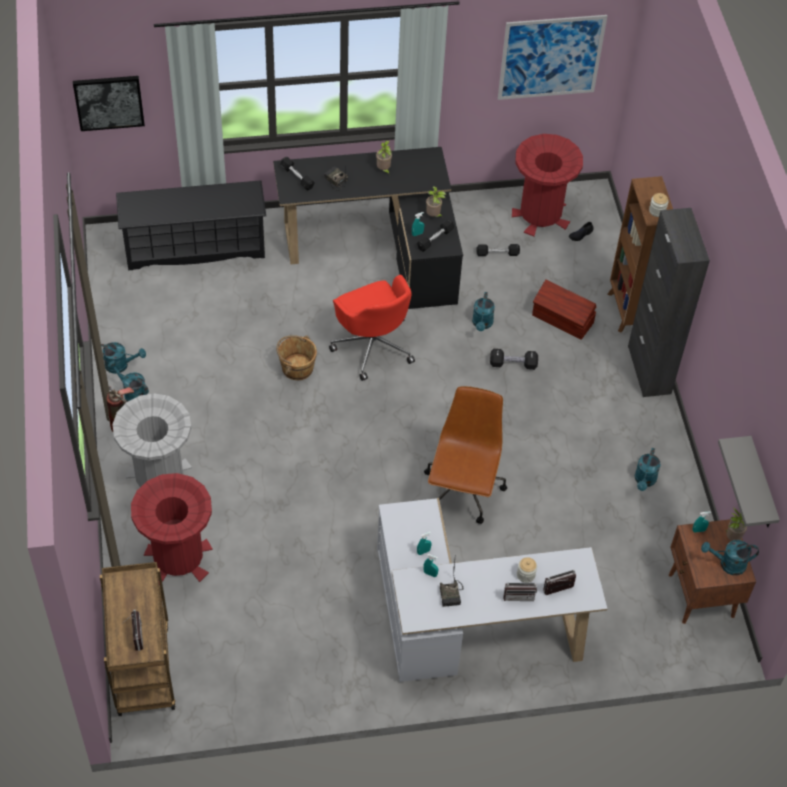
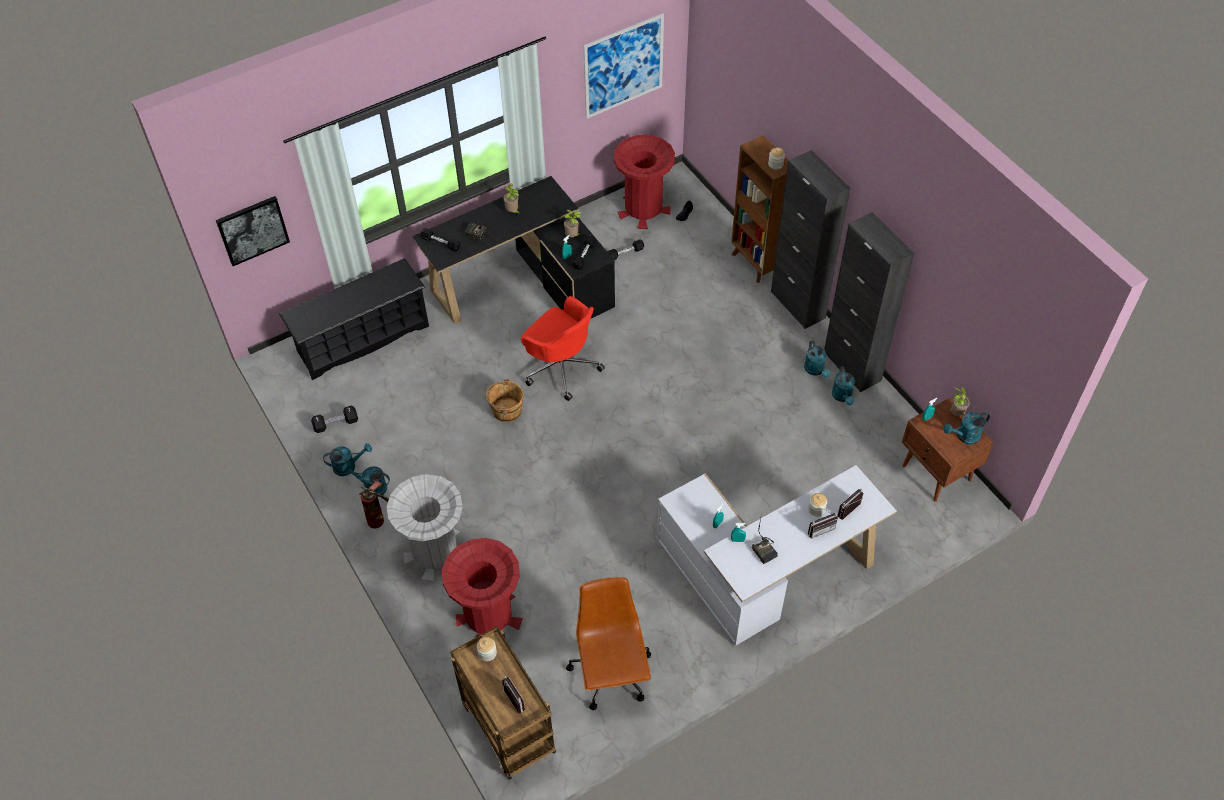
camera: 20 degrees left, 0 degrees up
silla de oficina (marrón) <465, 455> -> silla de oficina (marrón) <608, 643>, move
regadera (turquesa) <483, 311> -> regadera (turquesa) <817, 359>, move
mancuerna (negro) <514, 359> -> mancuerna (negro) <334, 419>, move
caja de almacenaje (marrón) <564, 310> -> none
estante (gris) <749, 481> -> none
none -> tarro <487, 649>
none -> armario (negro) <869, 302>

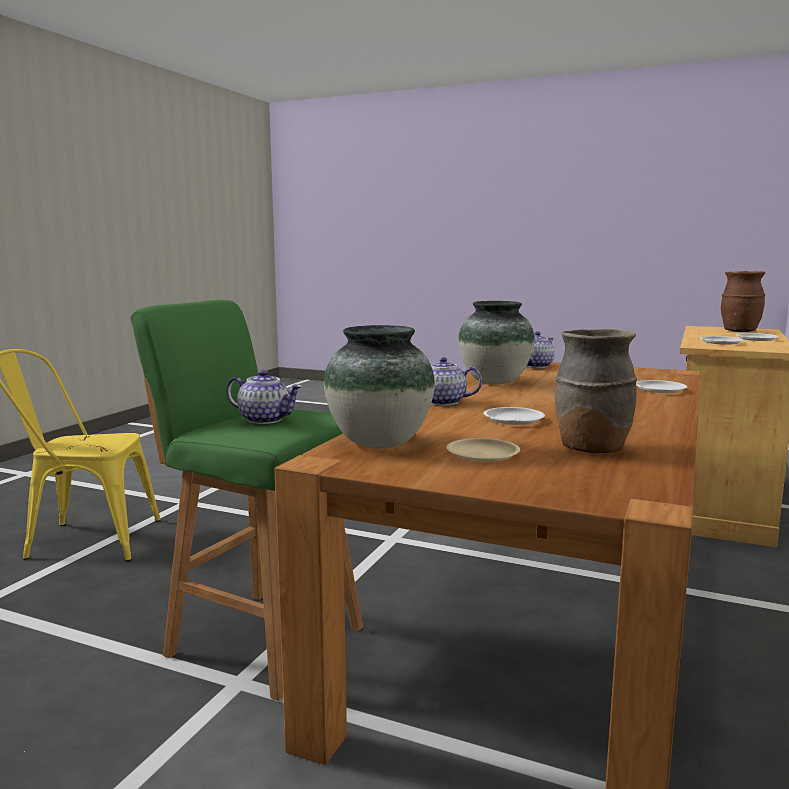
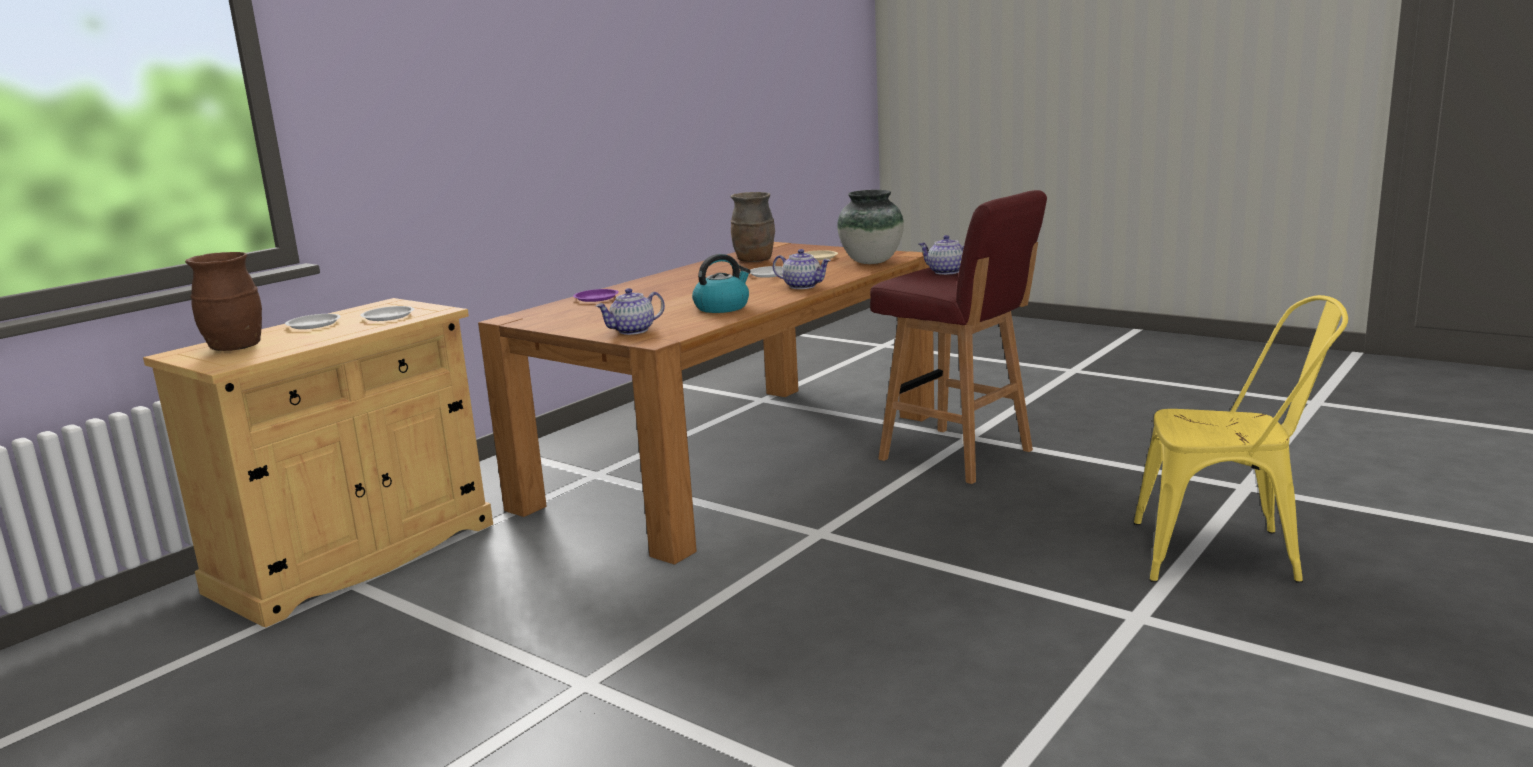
camera: 165 degrees left, 5 degrees up
taburete (verde) <247, 500> -> taburete (rojo) <958, 337>
florero <496, 342> -> hervidor <721, 283>
plato (blanco) <662, 386> -> plato (morado) <596, 295>

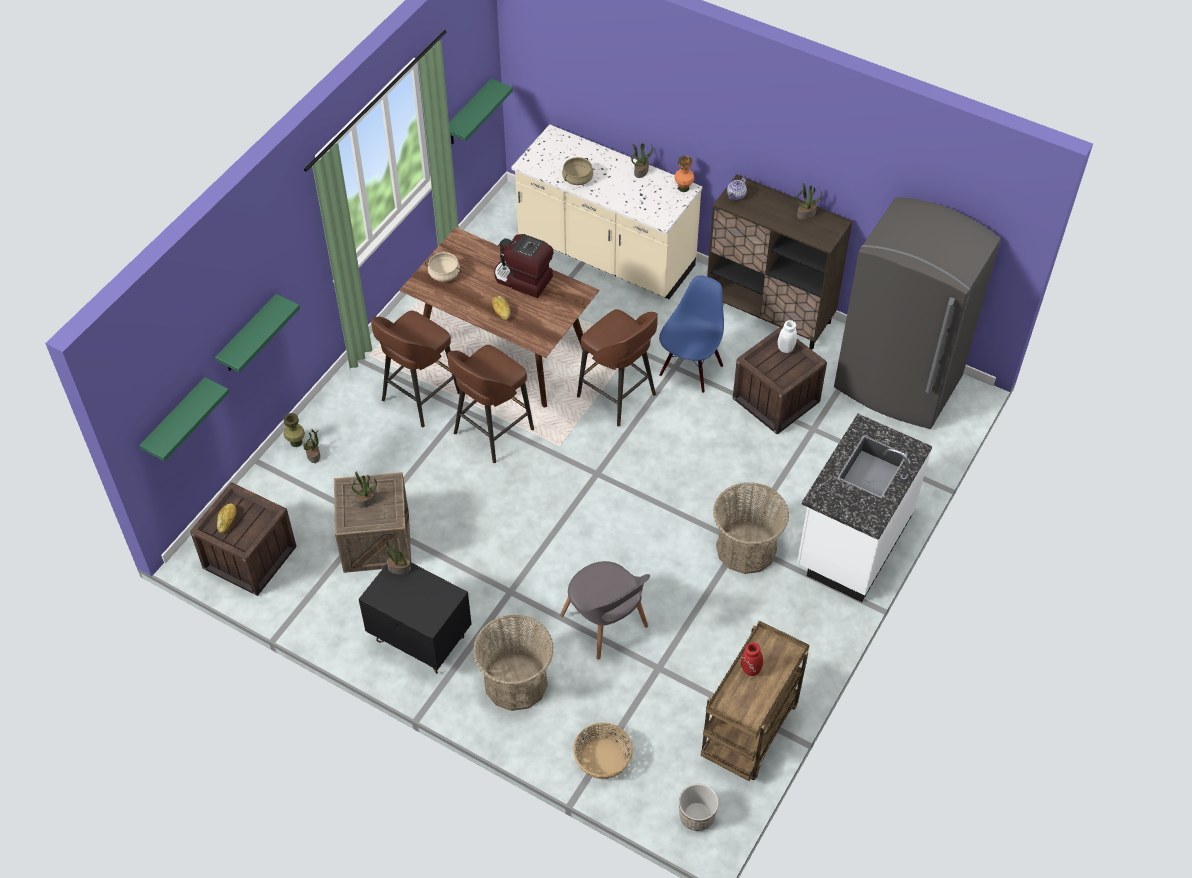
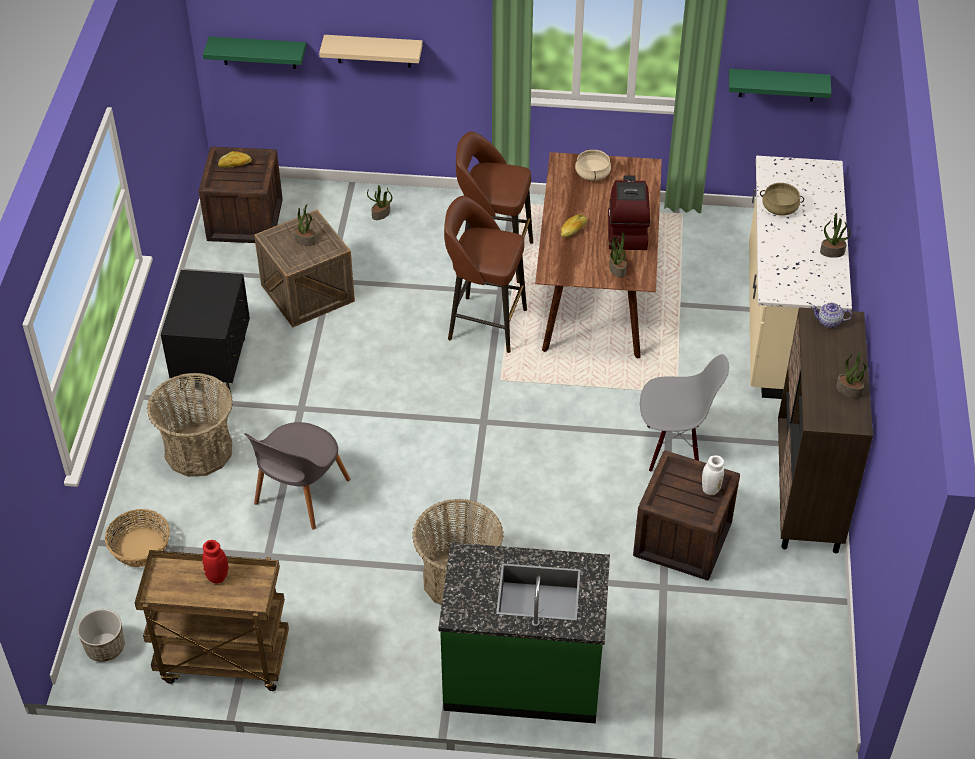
camera: 65 degrees right, 5 degrees down
estante (verde) <257, 333> -> estante (beis) <371, 51>
florero (verde) <294, 430> -> none
planta en maceta <398, 558> -> planta en maceta <618, 255>, move
taburete (marrón) <617, 368> -> none
silla (azul) <691, 334> -> silla (gris) <684, 413>
florero (naranja) <684, 174> -> none
mueble bajo de cocina (blanco) <864, 508> -> mueble bajo de cocina (verde) <524, 633>
nevera (gris) <917, 313> -> none

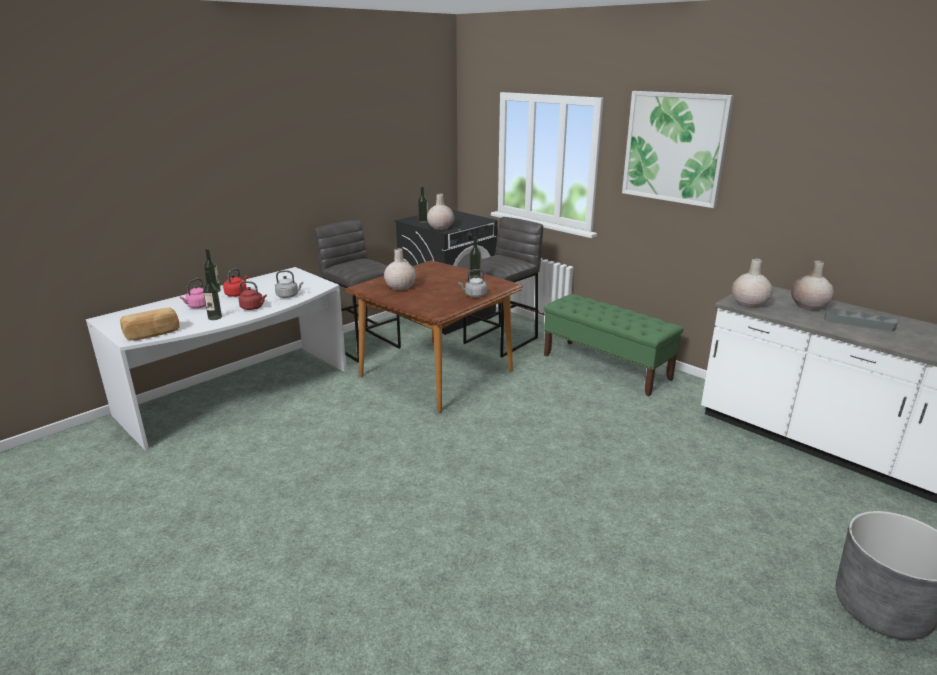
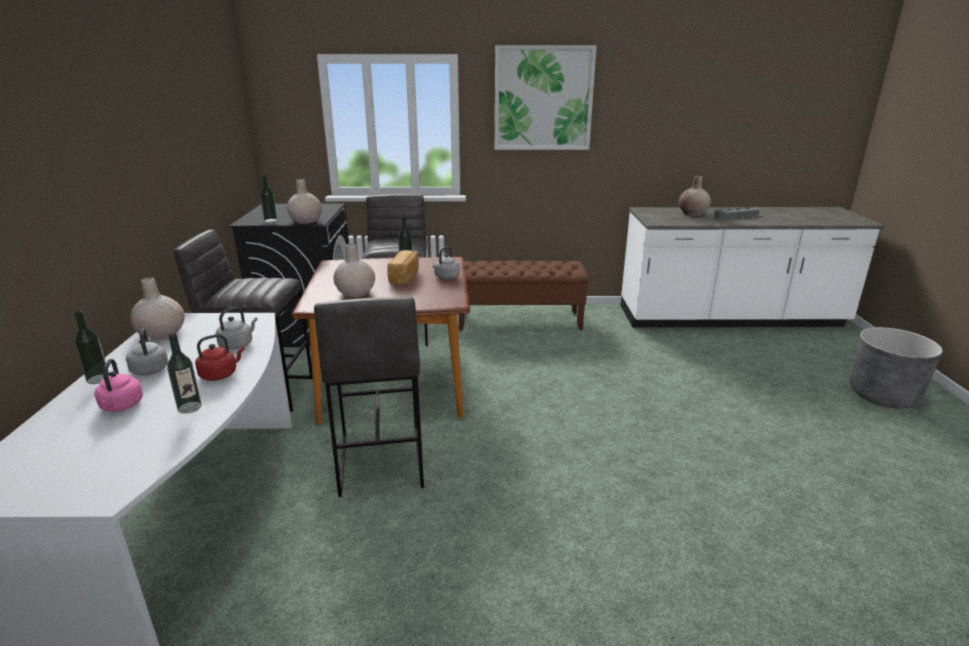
camera: 45 degrees left, 0 degrees up
pan <150, 324> -> pan <403, 267>, move
hervidor (rojo) <235, 282> -> hervidor (gris) <147, 352>
banco (verde) <614, 345> -> banco (marrón) <524, 295>
florero (beis) <752, 283> -> florero (beis) <157, 308>, move
none -> taburete (gris) <369, 397>

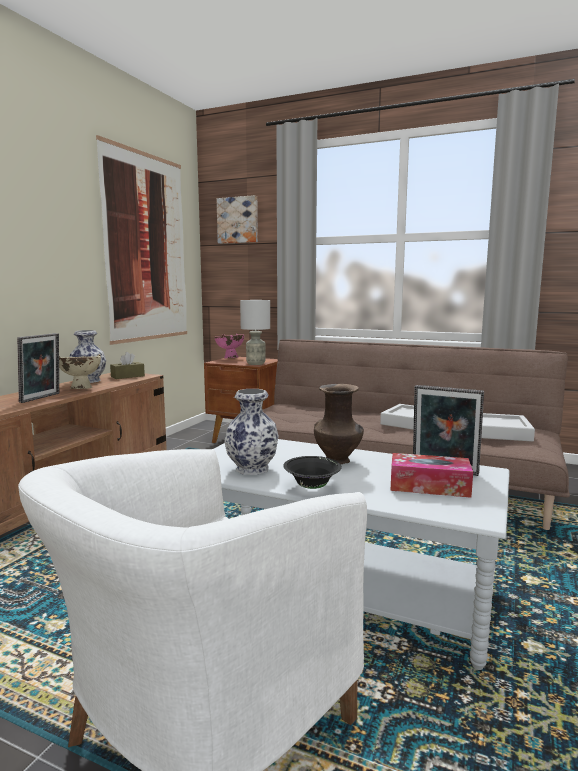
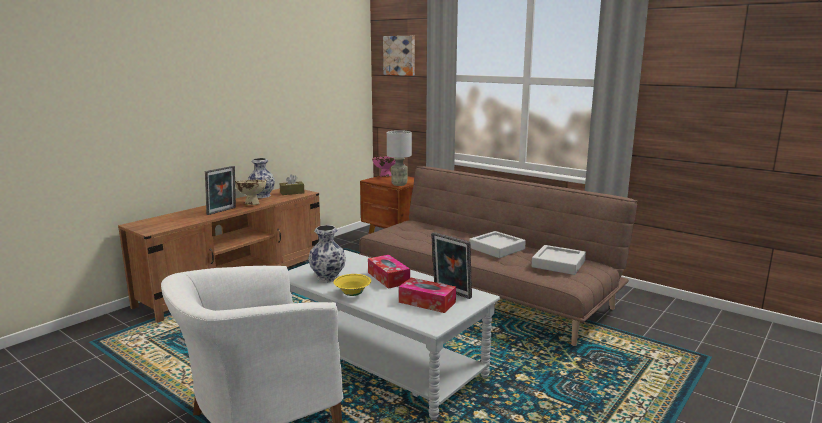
camera: 15 degrees right, 5 degrees up
cuadro <141, 240> -> none
cuenco (negro) <312, 472> -> cuenco (amarillo) <352, 285>
florero (marrón) <339, 424> -> caja de pañuelos <389, 272>

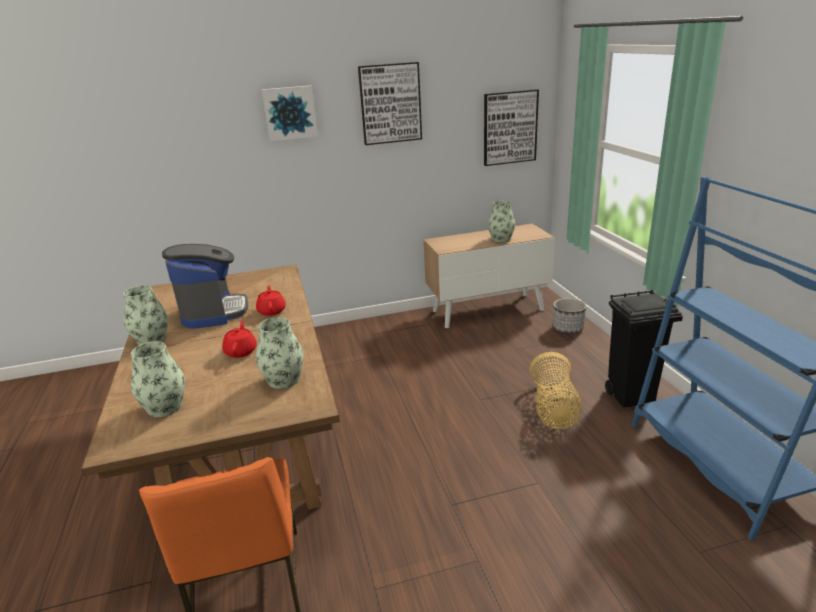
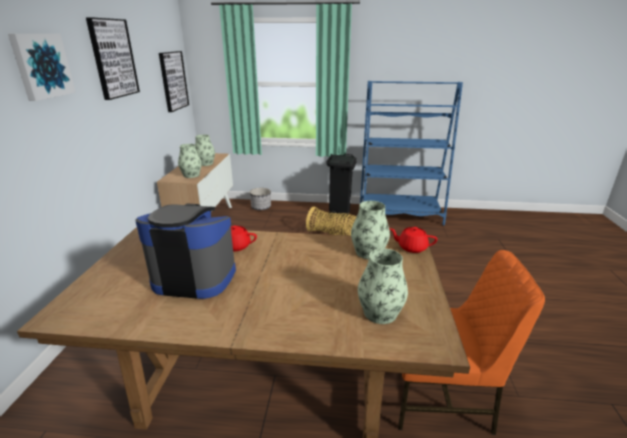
camera: 70 degrees left, 0 degrees up
florero <145, 315> -> florero <190, 161>, move
tetera (rojo) <239, 339> -> tetera (rojo) <413, 240>, move

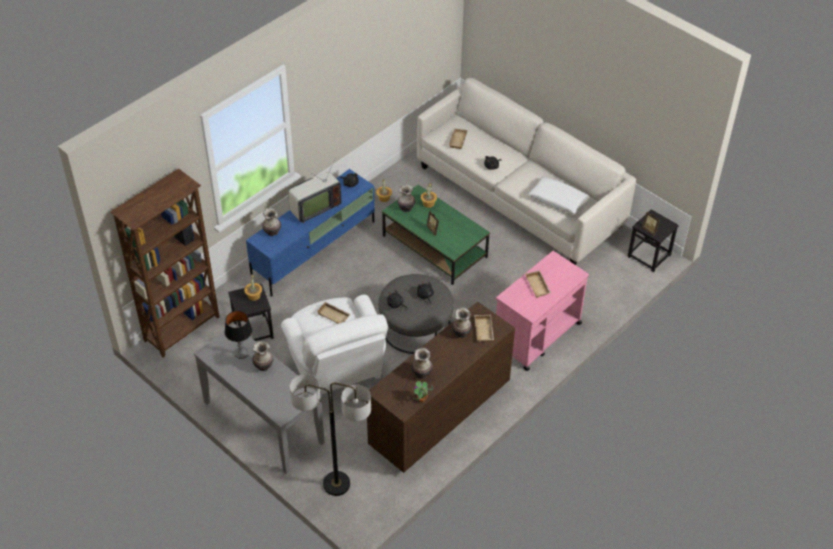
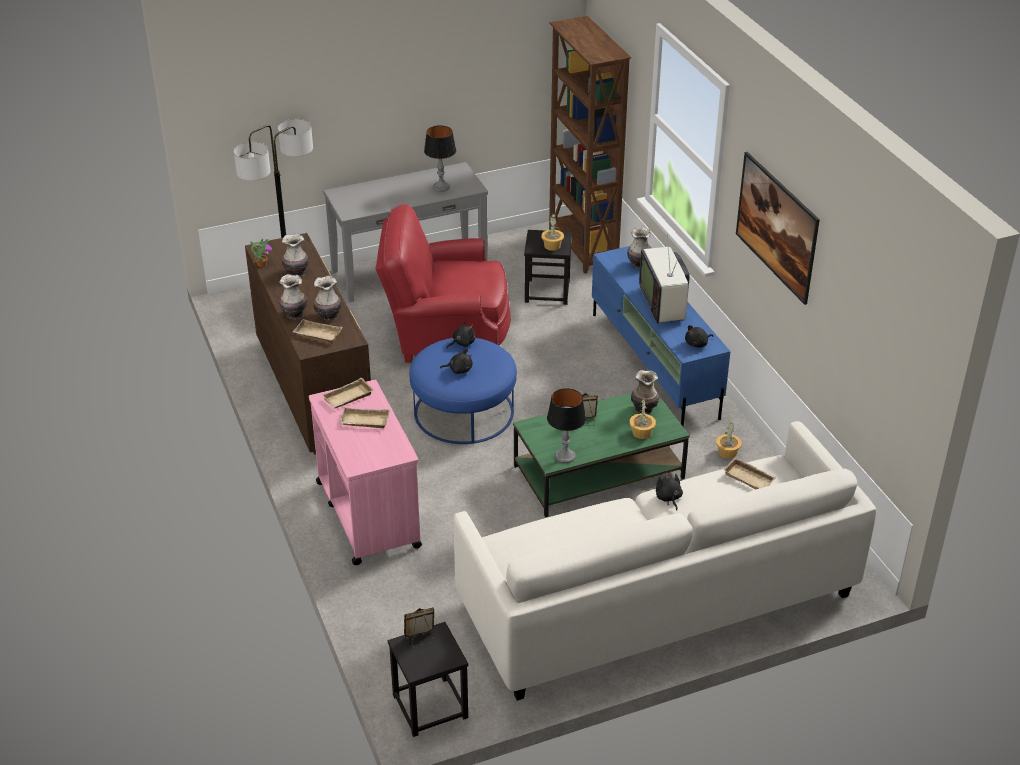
camera: 115 degrees right, 10 degrees down
florero <262, 356> -> florero <293, 297>, move
sillón (blanco) <334, 345> -> sillón (rojo) <443, 283>
bandeja (beis) <333, 313> -> bandeja (beis) <347, 393>, move
puf (gris) <416, 314> -> puf (azul) <463, 391>
cojín (blanco) <558, 195> -> none
none -> lámpara de mesa <566, 425>
none -> cuadro <778, 228>

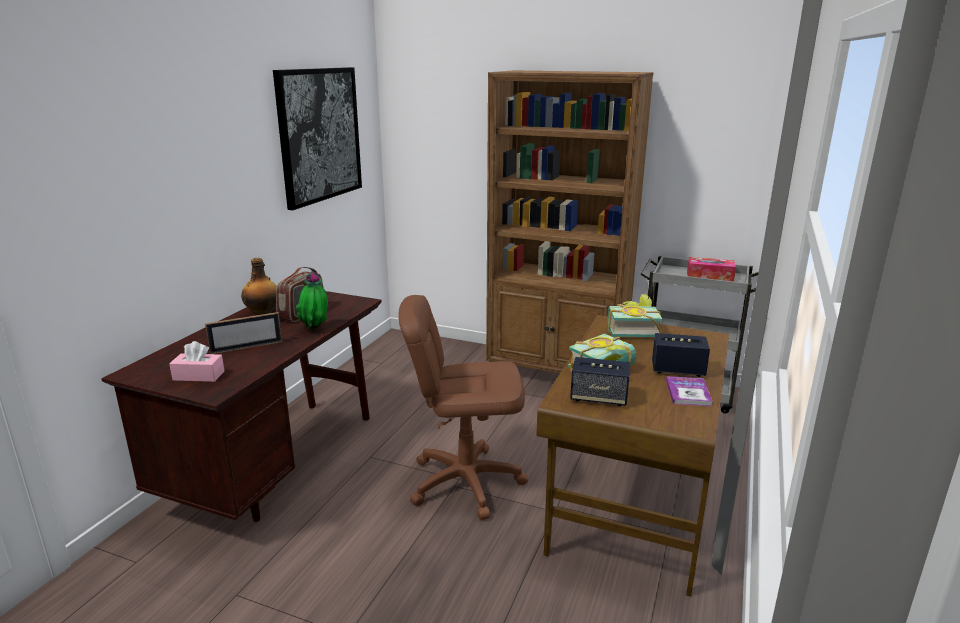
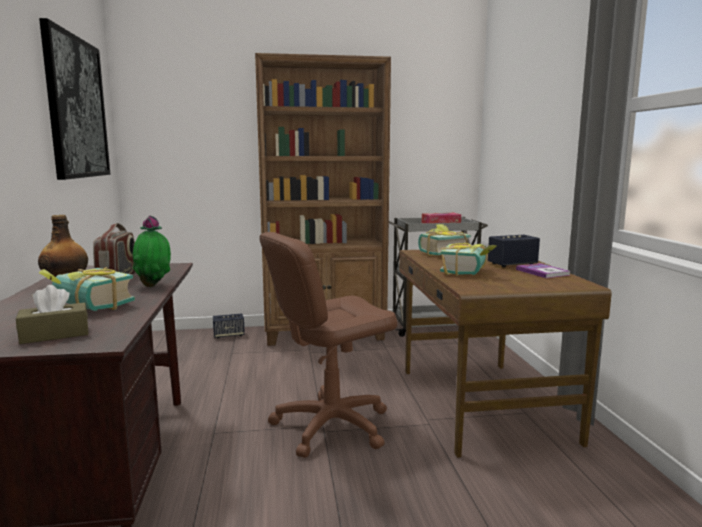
camera: 30 degrees left, 10 degrees down
caja de pañuelos (rosa) <196, 361> -> caja de pañuelos (marrón) <52, 314>
portarretratos <243, 333> -> libro <87, 289>
altavoz <600, 381> -> altavoz <229, 325>, move

